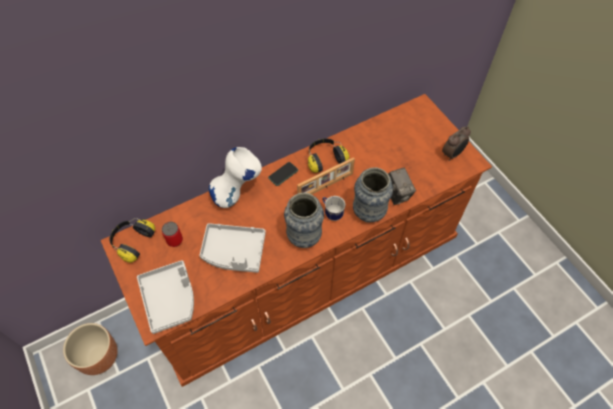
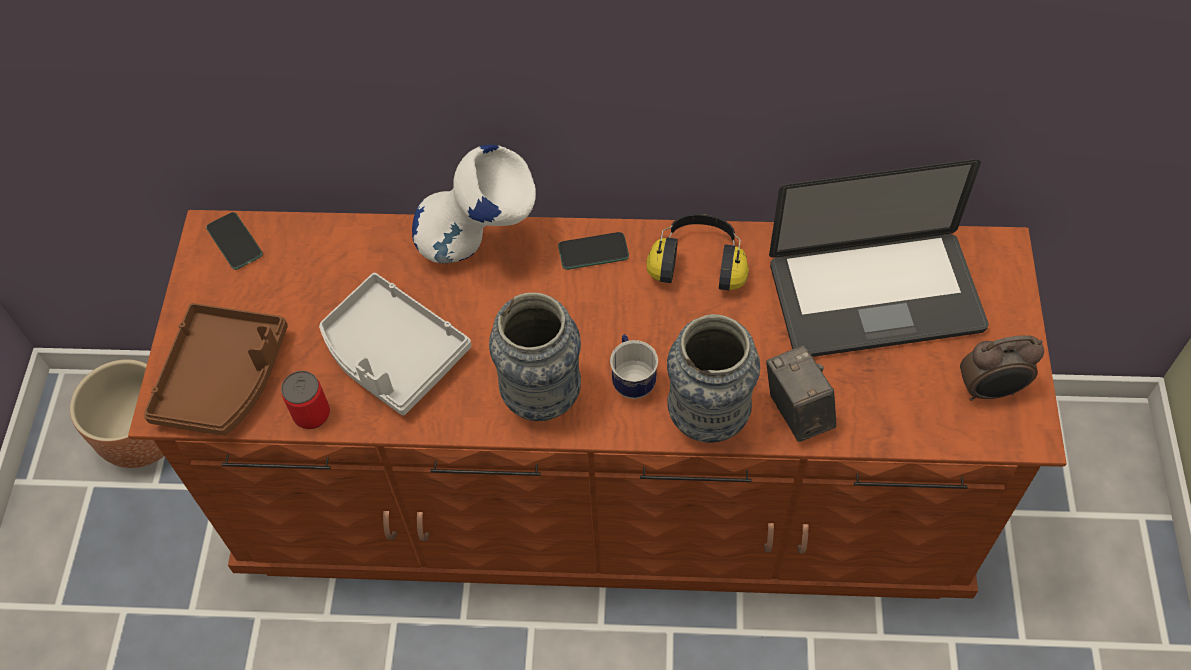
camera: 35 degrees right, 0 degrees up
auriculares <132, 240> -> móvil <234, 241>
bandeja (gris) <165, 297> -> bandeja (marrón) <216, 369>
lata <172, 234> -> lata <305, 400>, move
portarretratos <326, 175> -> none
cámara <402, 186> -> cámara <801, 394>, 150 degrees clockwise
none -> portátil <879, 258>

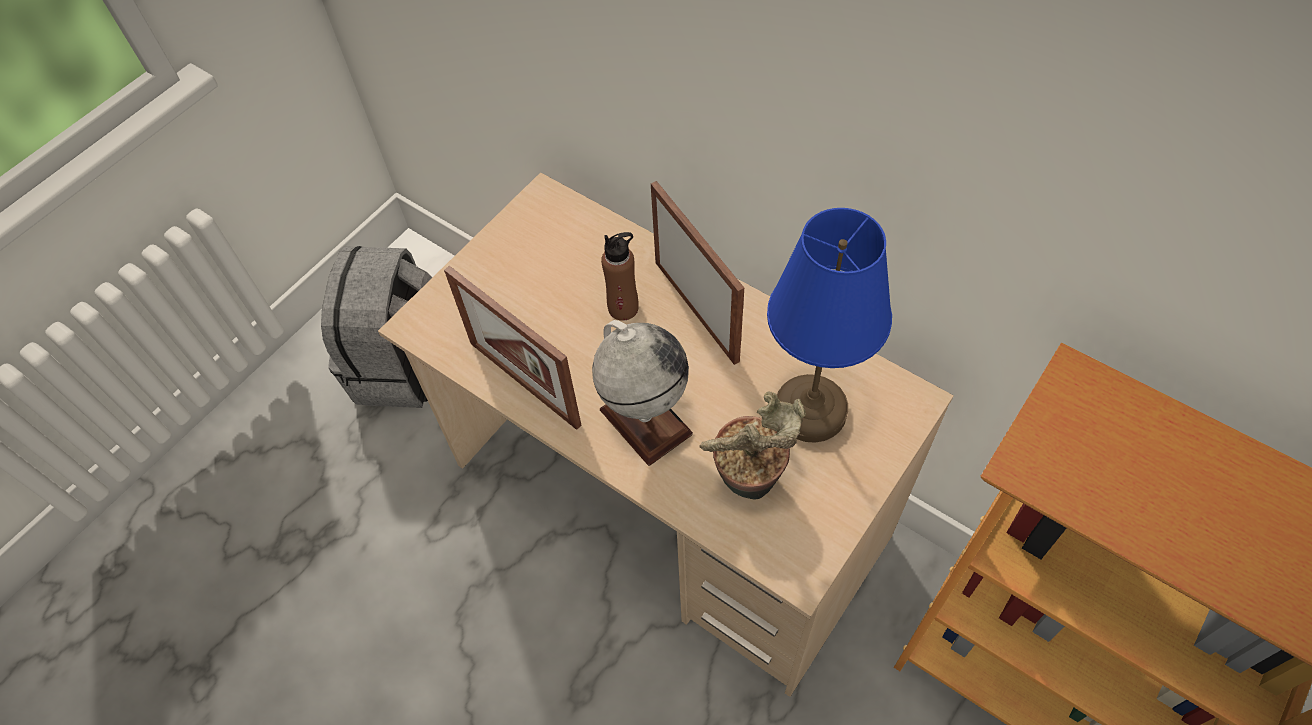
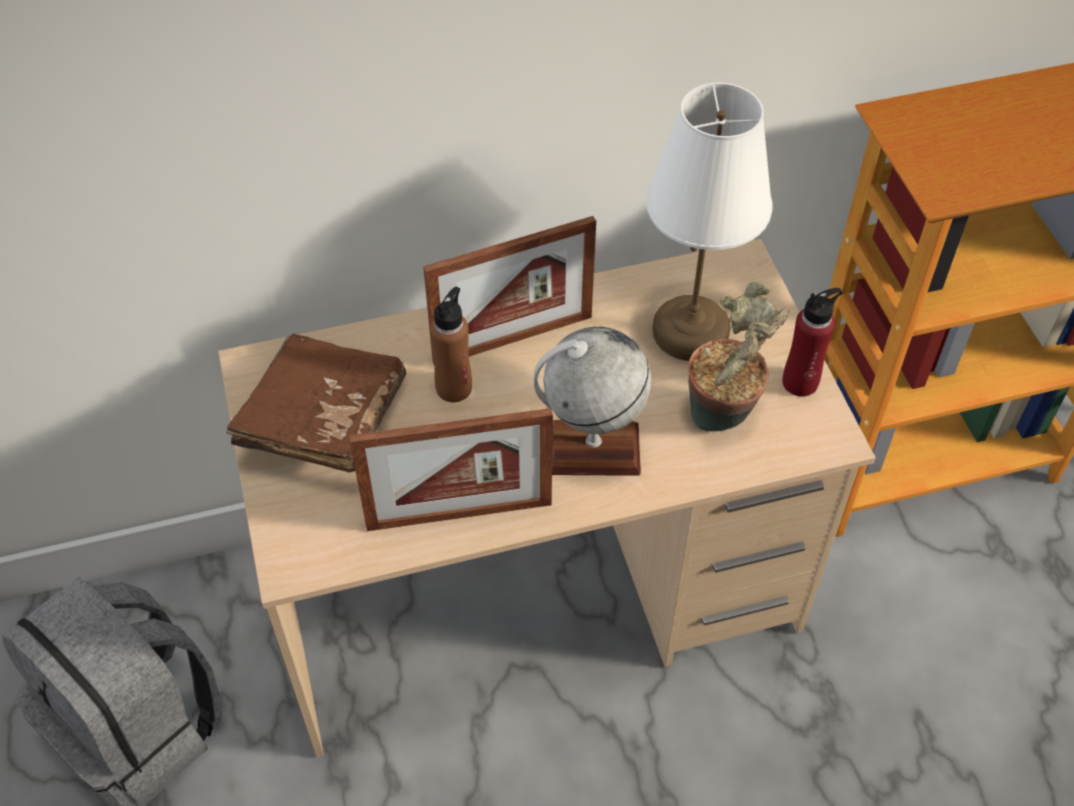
camera: 55 degrees left, 5 degrees down
portarretratos <697, 273> -> portarretratos <509, 291>, 150 degrees clockwise
lámpara de mesa (azul) <829, 325> -> lámpara de mesa (blanco) <709, 222>
none -> libro (marrón) <316, 403>
none -> botella (rojo) <812, 342>

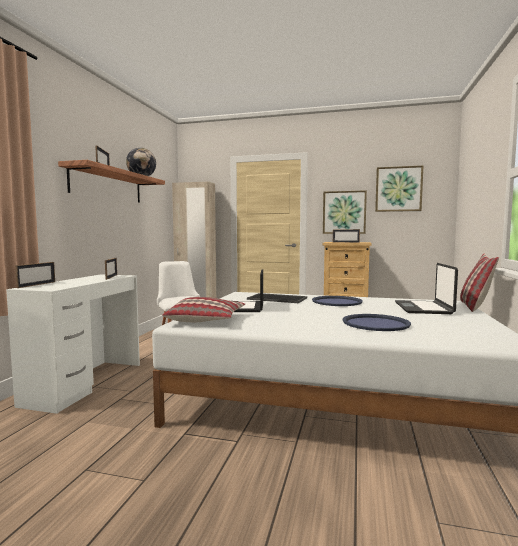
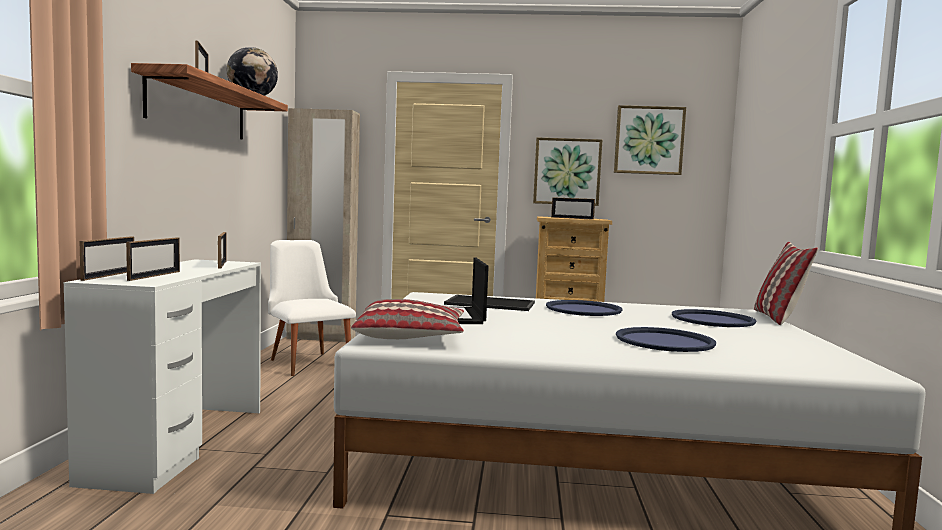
camera: 10 degrees left, 0 degrees up
portátil <426, 288> -> bandeja (azul) <714, 318>
none -> portarretratos <153, 259>

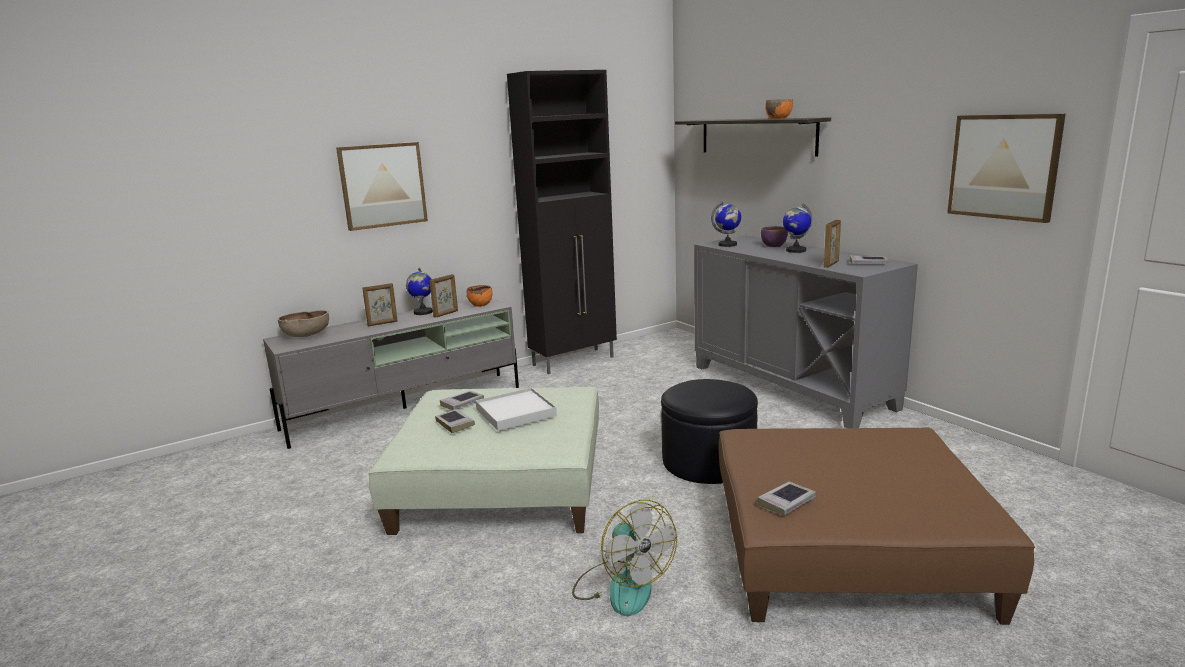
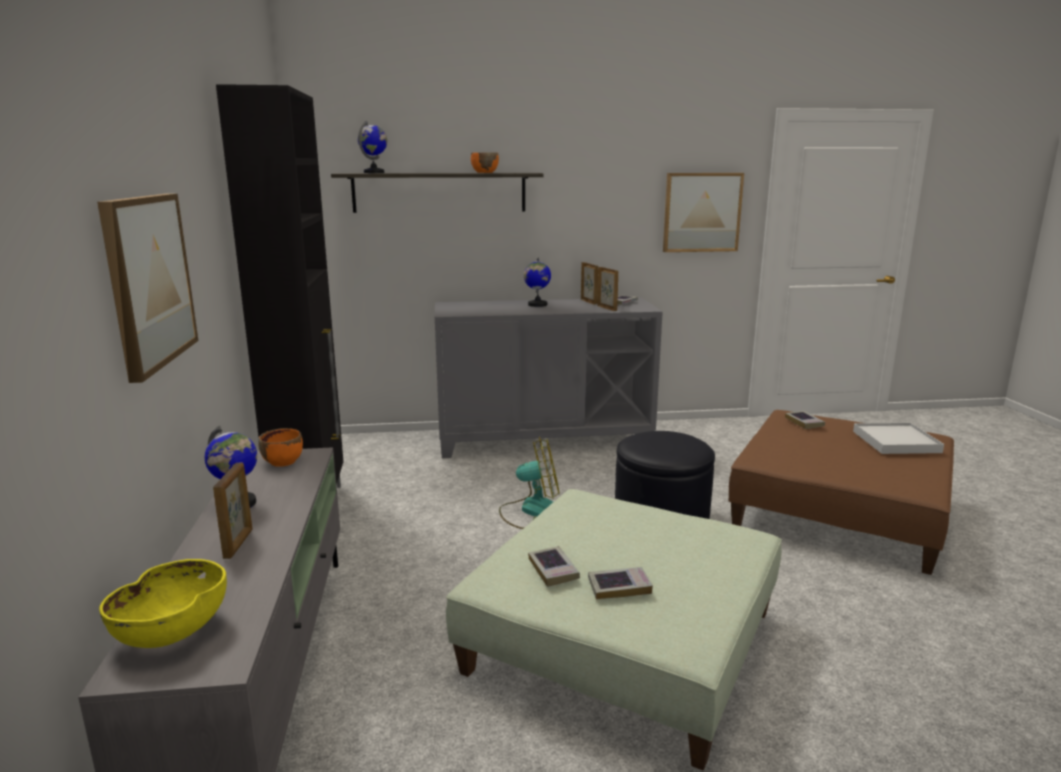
camera: 65 degrees left, 0 degrees up
cuenco (marrón) <303, 323> -> cuenco (amarillo) <163, 603>
portarretratos <444, 296> -> portarretratos <589, 283>, move
bandeja (blanco) <516, 409> -> bandeja (blanco) <898, 438>, move
ventilador <624, 558> -> ventilador <529, 483>, move
globo terráqueo <726, 224> -> globo terráqueo <372, 147>, move
libro <786, 499> -> libro <805, 420>, move
cuenco (morado) <774, 236> -> none

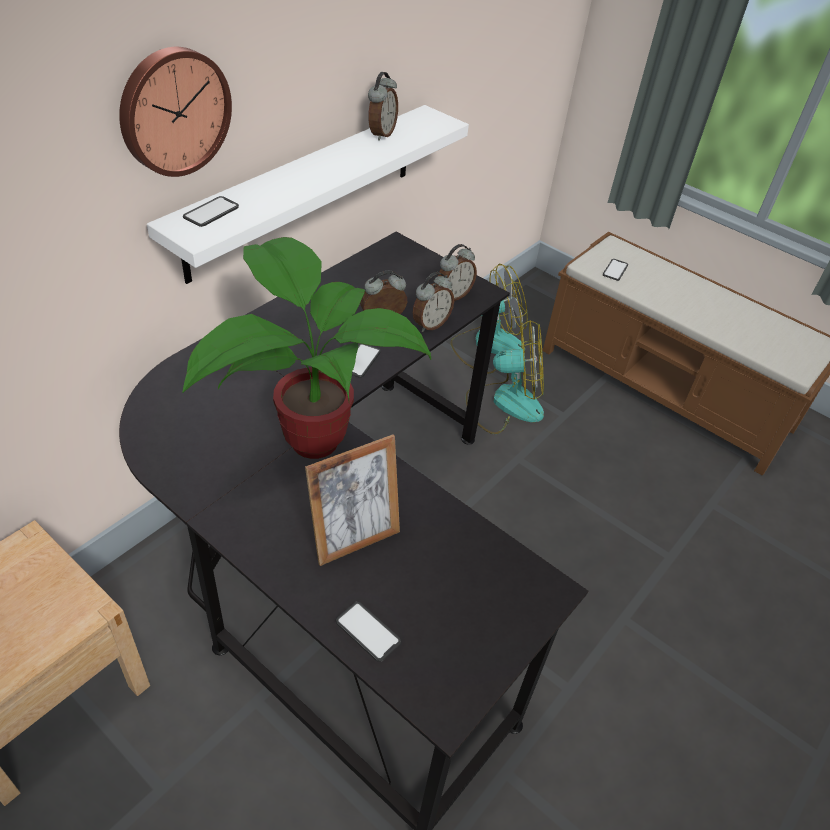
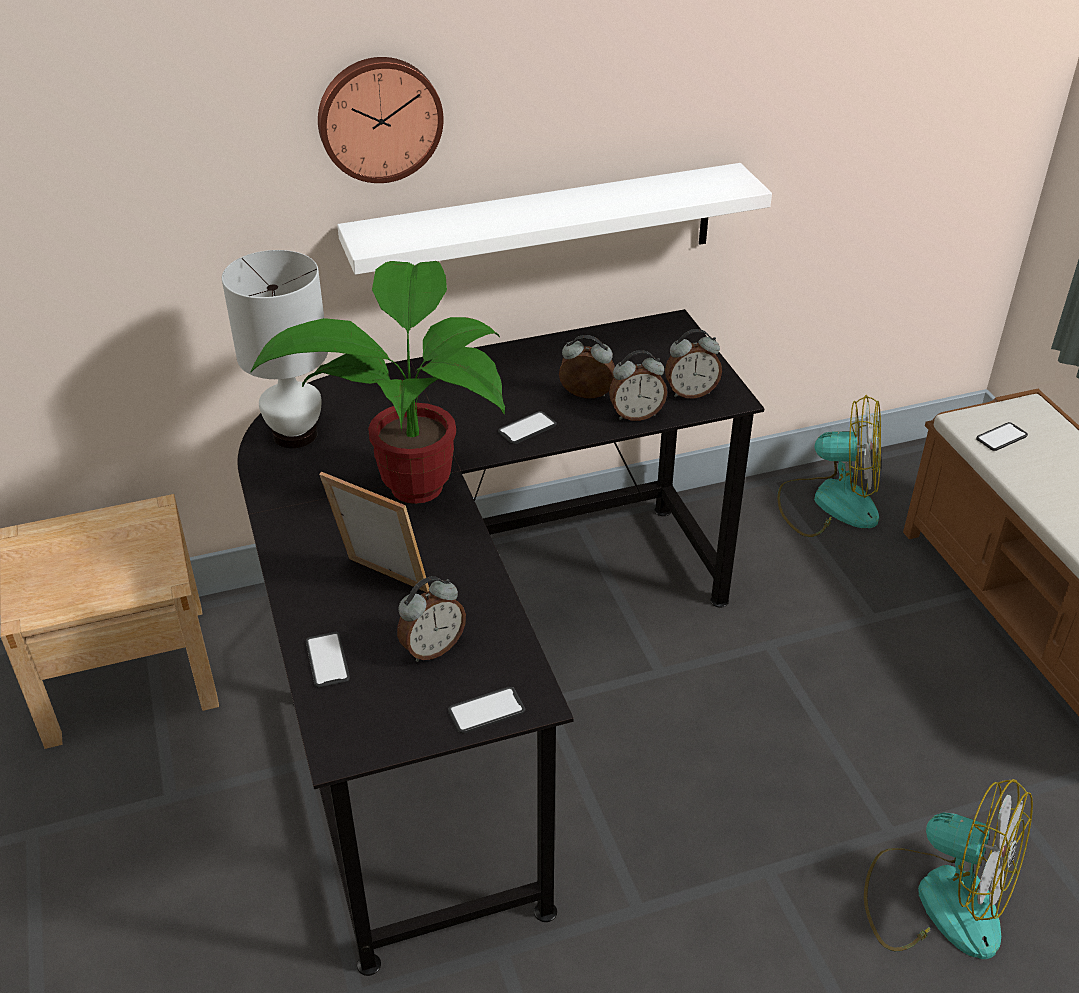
camera: 35 degrees right, 5 degrees down
móvil <211, 211> -> móvil <486, 710>, move
portarretratos <352, 500> -> portarretratos <374, 532>, 150 degrees counterclockwise
despertador <383, 106> -> despertador <431, 619>, move
ventilador <504, 377> -> ventilador <948, 869>, move
none -> lámpara de mesa (blanco) <275, 349>

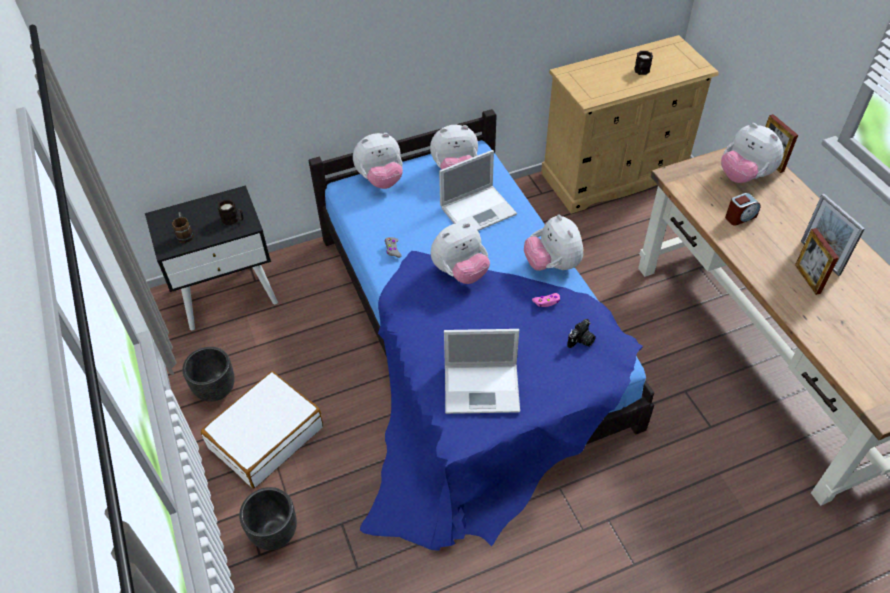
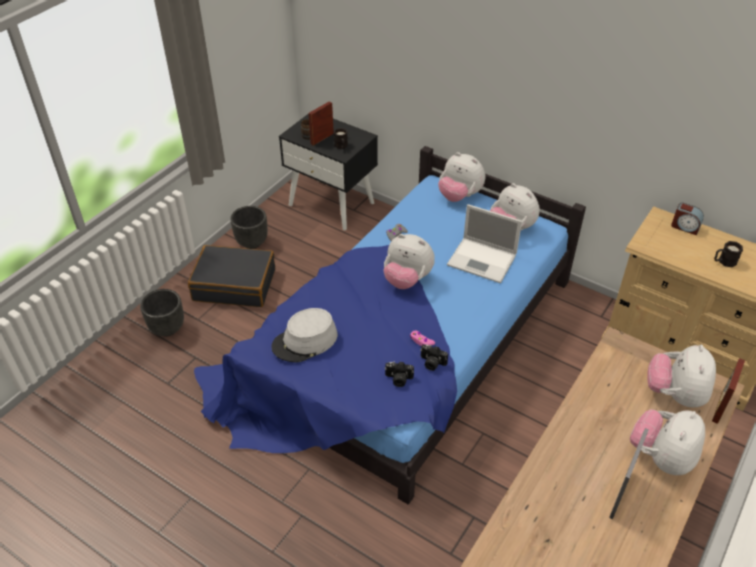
camera: 55 degrees right, 5 degrees down
maleta (blanco) <262, 429> -> maleta (negro) <231, 276>
portátil <482, 371> -> sombrero (gris) <304, 335>
peluche <553, 242> -> peluche <667, 442>, move
despertador <743, 209> -> despertador <687, 218>, move
portarretratos <817, 261> -> portarretratos <321, 123>, move
none -> cámara <434, 357>

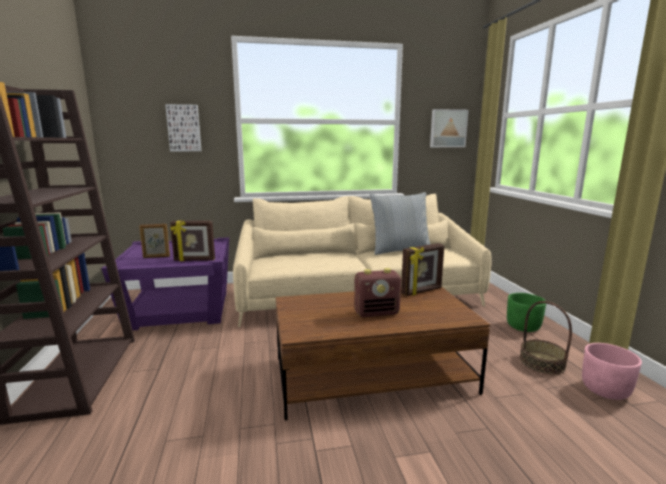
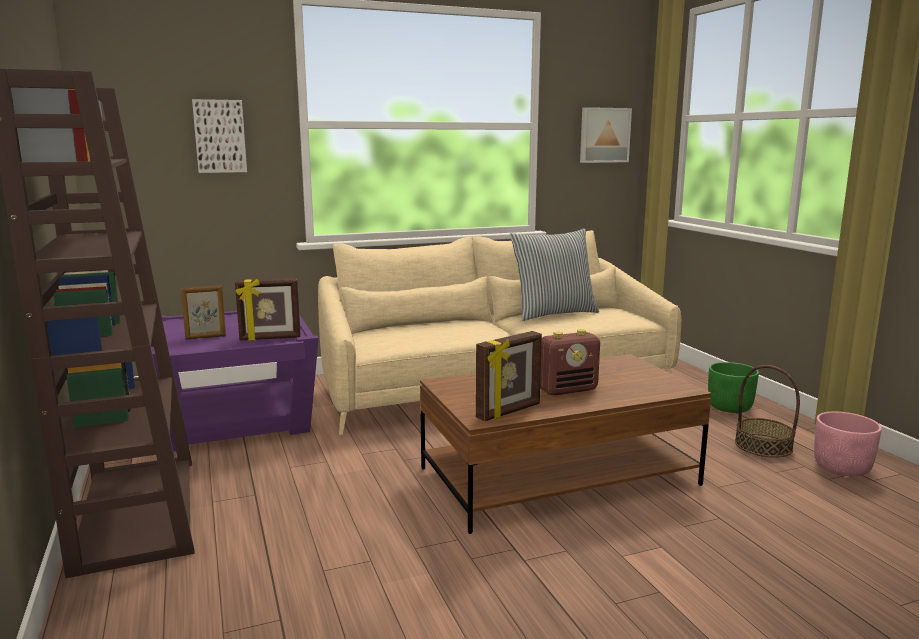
camera: 10 degrees left, 0 degrees up
portarretratos <422, 269> -> portarretratos <509, 376>, move

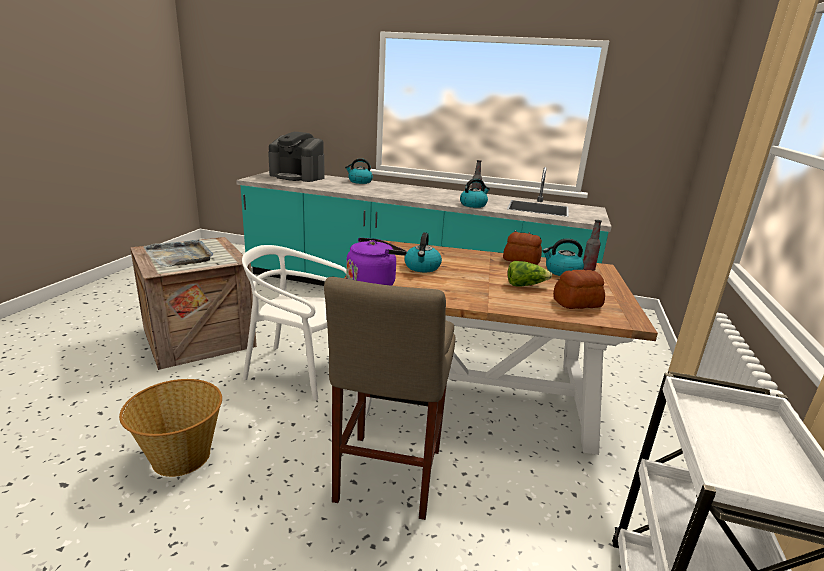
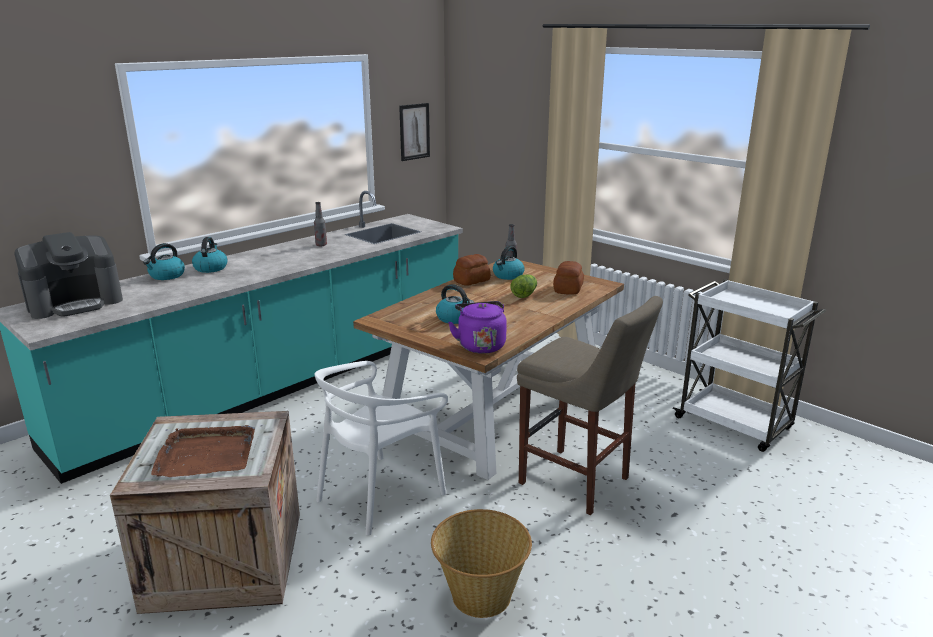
camera: 60 degrees left, 0 degrees up
bandeja (gris) <178, 253> -> bandeja (marrón) <203, 451>
hervidor <475, 193> -> hervidor <210, 255>, move
none -> cuadro <414, 132>

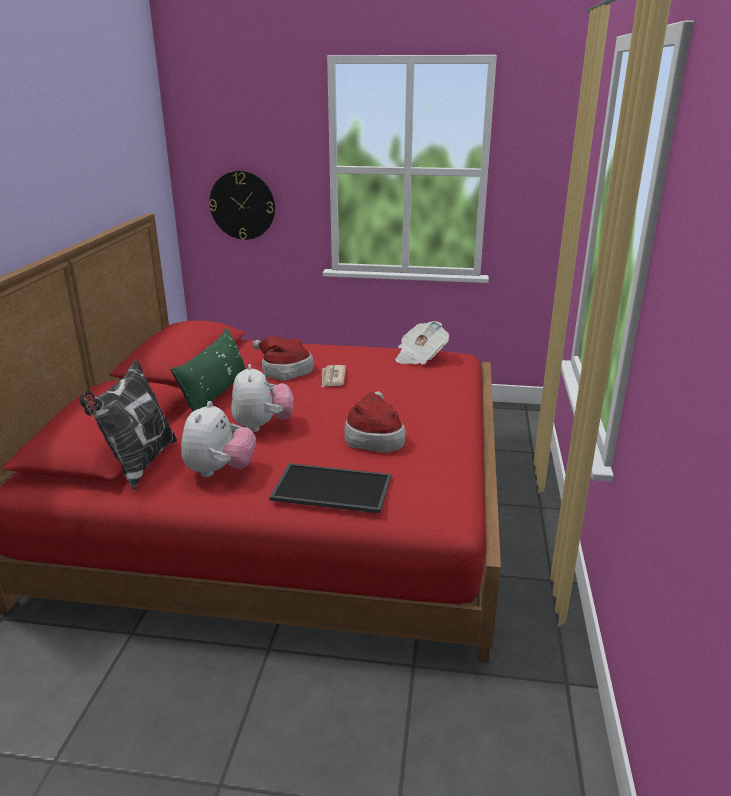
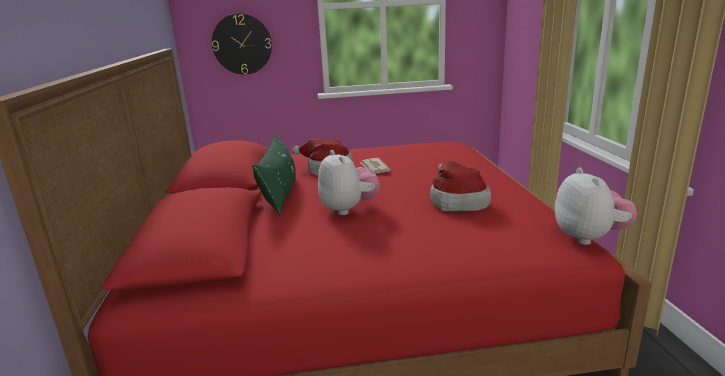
camera: 15 degrees left, 5 degrees down
cojín <128, 424> -> none
peluche <218, 439> -> peluche <596, 206>, move
bandeja <330, 488> -> none
periódico <422, 343> -> none

